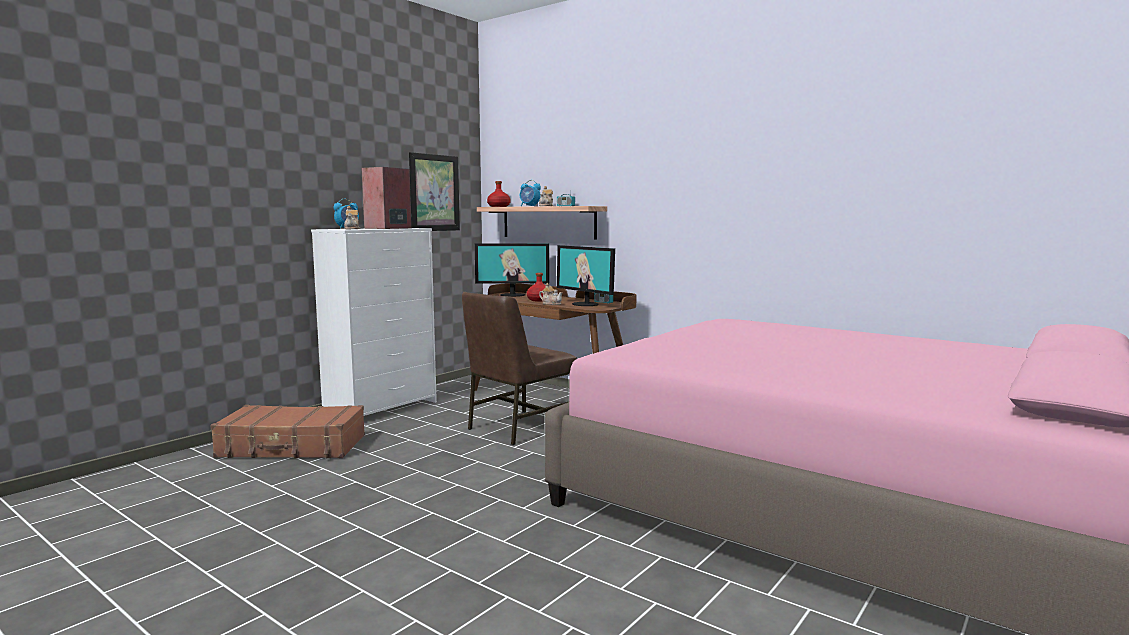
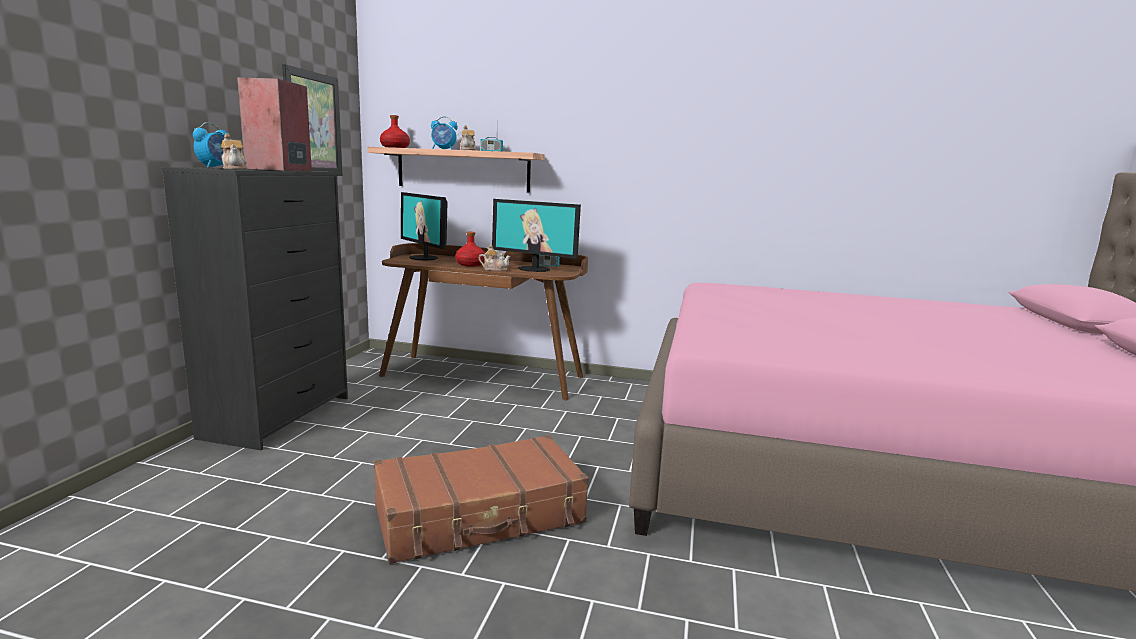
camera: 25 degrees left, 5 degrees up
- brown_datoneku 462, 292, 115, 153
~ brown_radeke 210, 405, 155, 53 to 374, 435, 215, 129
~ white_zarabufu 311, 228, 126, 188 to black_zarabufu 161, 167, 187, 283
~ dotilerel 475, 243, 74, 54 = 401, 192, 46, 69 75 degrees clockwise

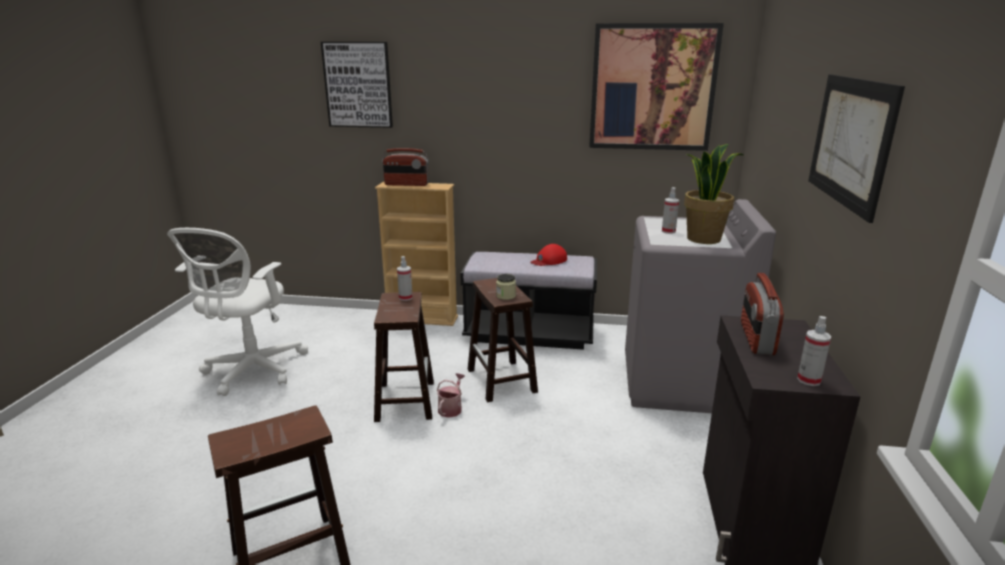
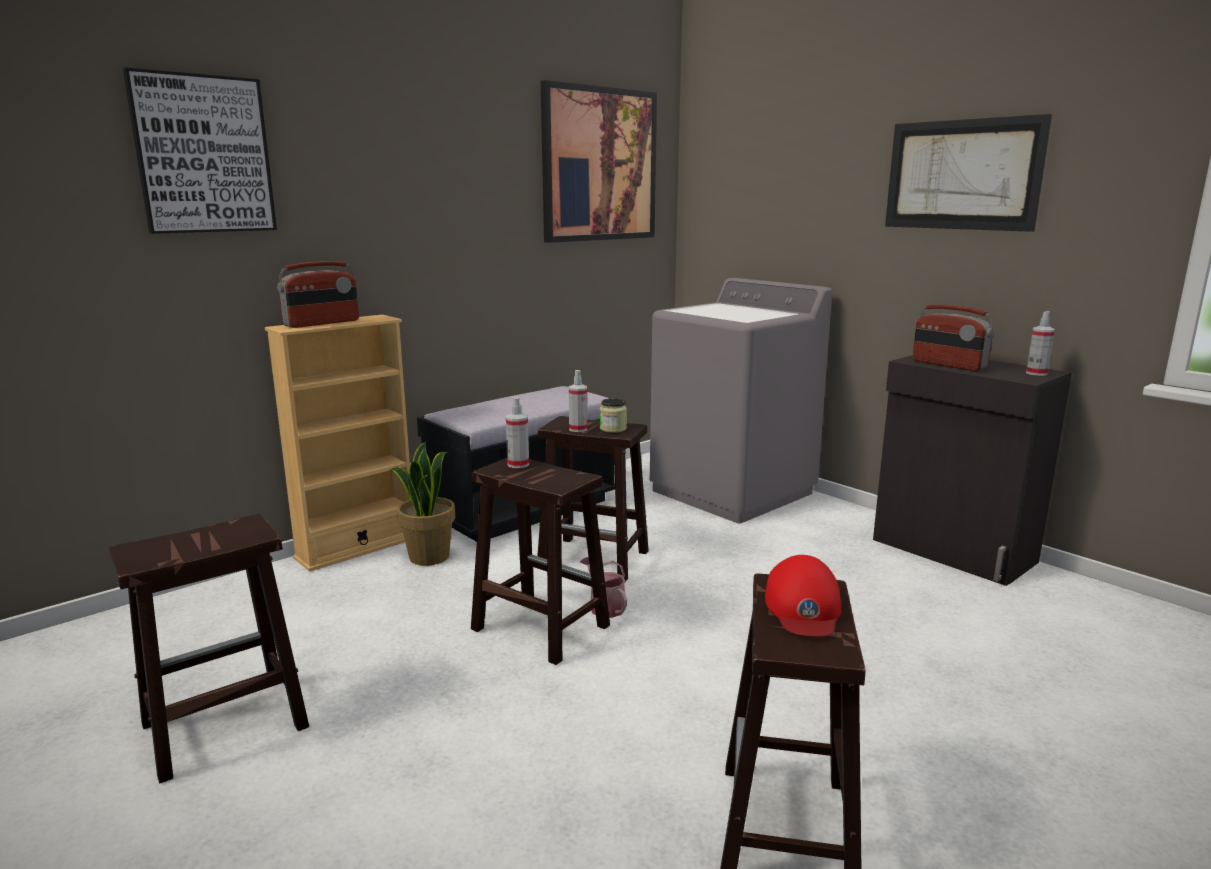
camera: 50 degrees left, 5 degrees down
~ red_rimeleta 530, 244, 37, 22 to 765, 555, 76, 82
~ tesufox 662, 187, 17, 47 to 569, 370, 18, 62
~ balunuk 684, 144, 59, 100 to 389, 442, 66, 124
~ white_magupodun 167, 228, 141, 168 to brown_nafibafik 108, 514, 201, 269

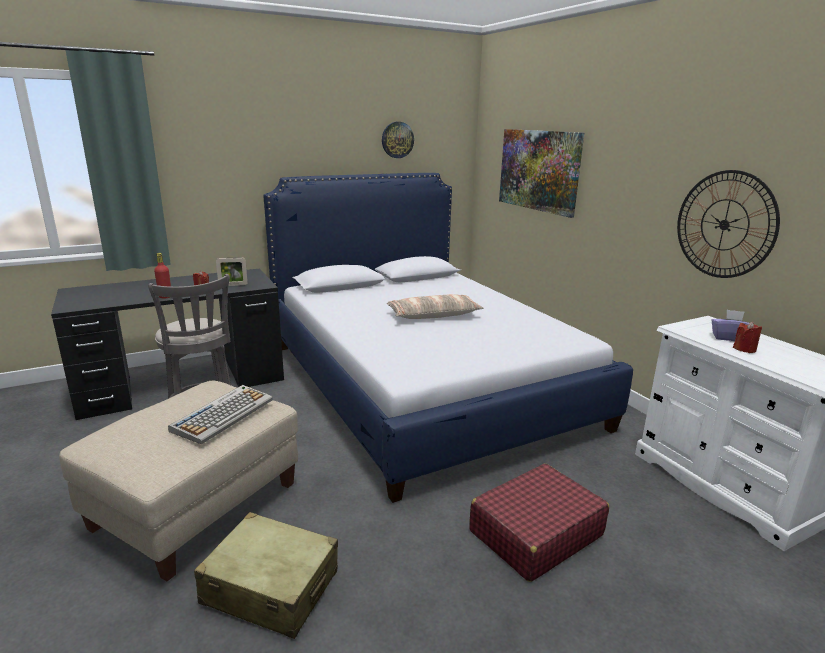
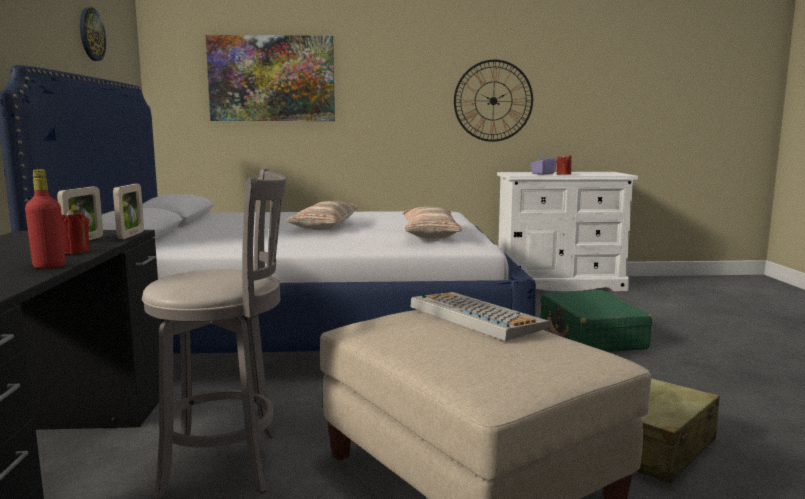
camera: 65 degrees left, 10 degrees down
+ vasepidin 113, 184, 31, 55
+ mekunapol 403, 207, 59, 32
~ red_radeke 469, 464, 140, 118 to green_radeke 540, 290, 112, 62

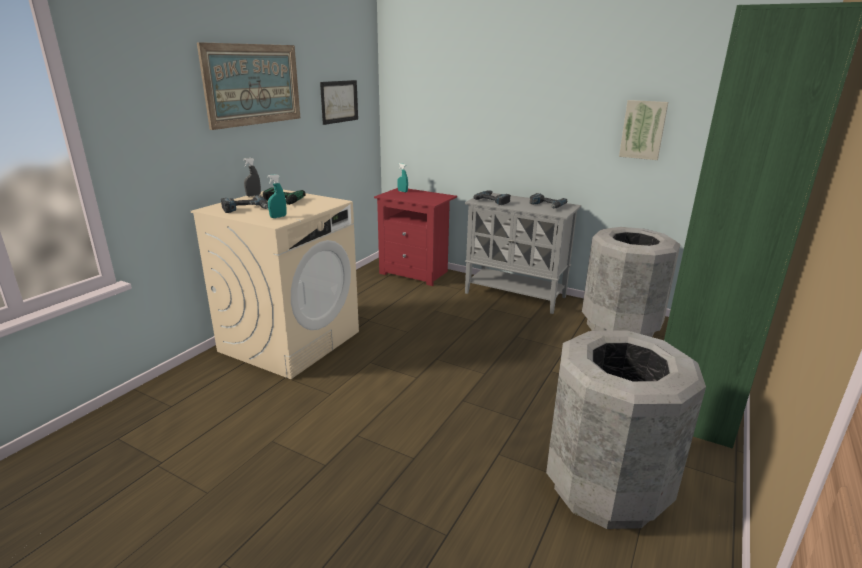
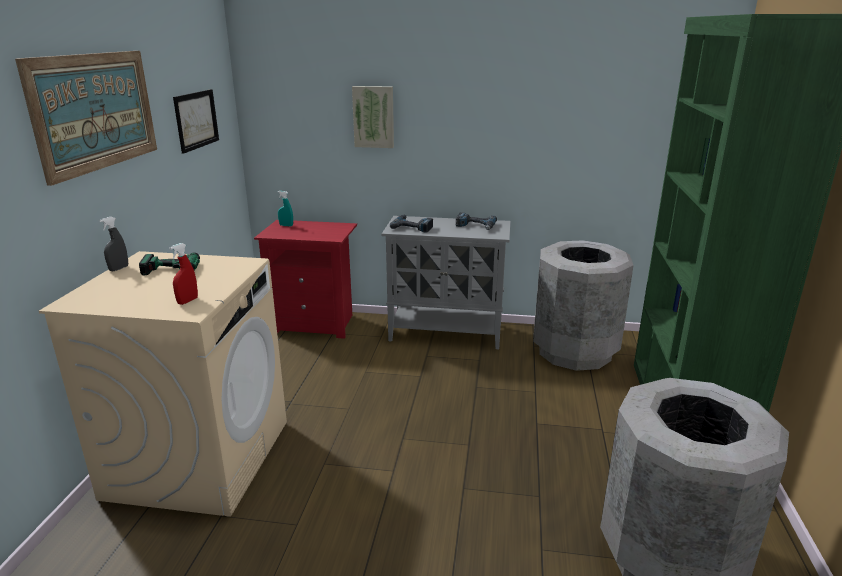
camera: 20 degrees left, 0 degrees up
- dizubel 221, 195, 47, 18
~ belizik 619, 100, 49, 60 to 352, 86, 42, 62
~ turquoise_tesufox 267, 174, 20, 44 to red_tesufox 169, 243, 29, 62

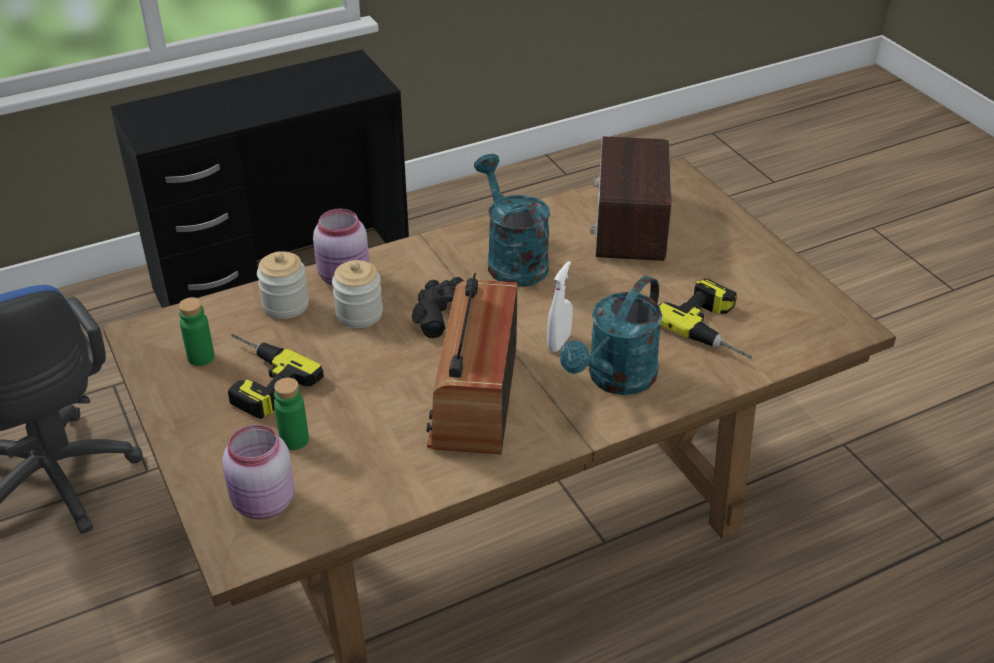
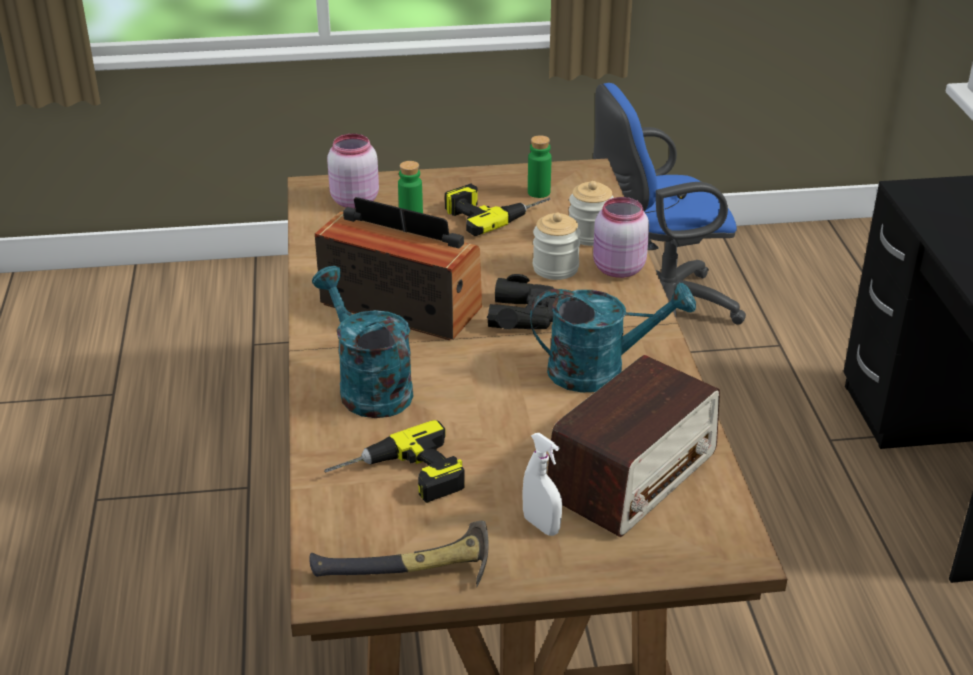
camera: 110 degrees right, 5 degrees down
+ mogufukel 309, 521, 180, 66
~ white_tesufox 547, 261, 26, 91 to 522, 433, 40, 103
~ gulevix 591, 136, 80, 125 = 547, 355, 173, 182 105 degrees clockwise

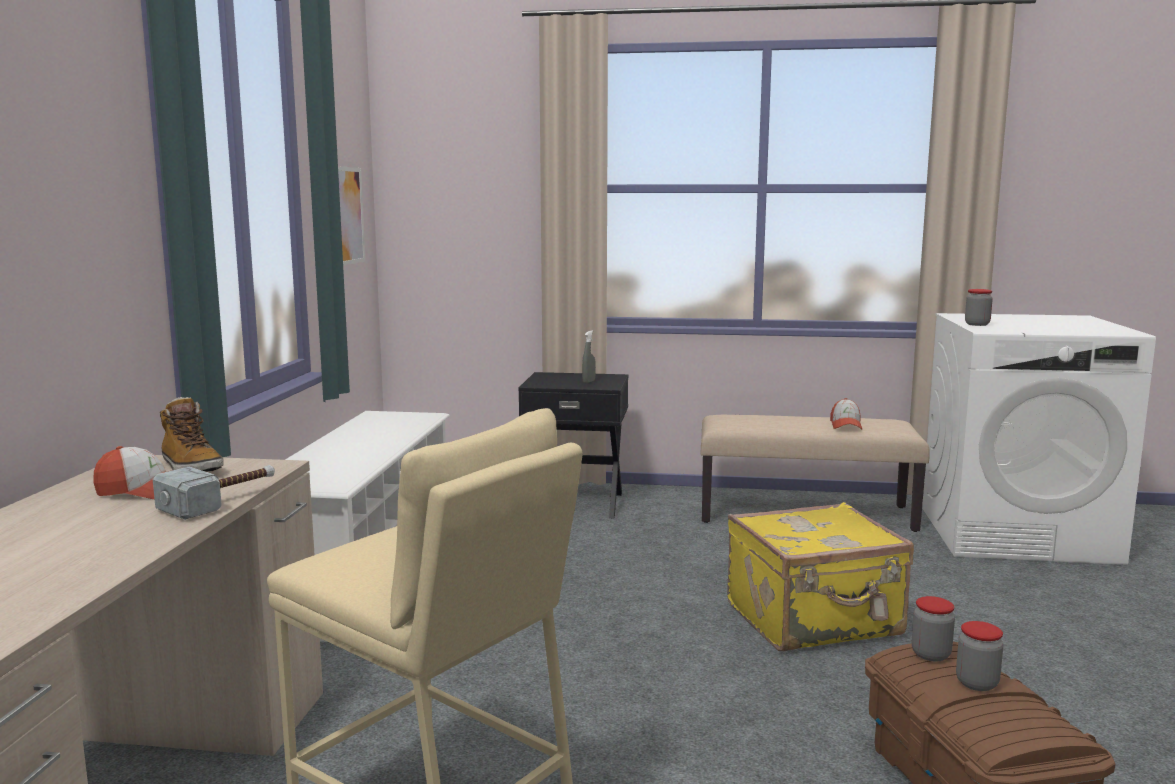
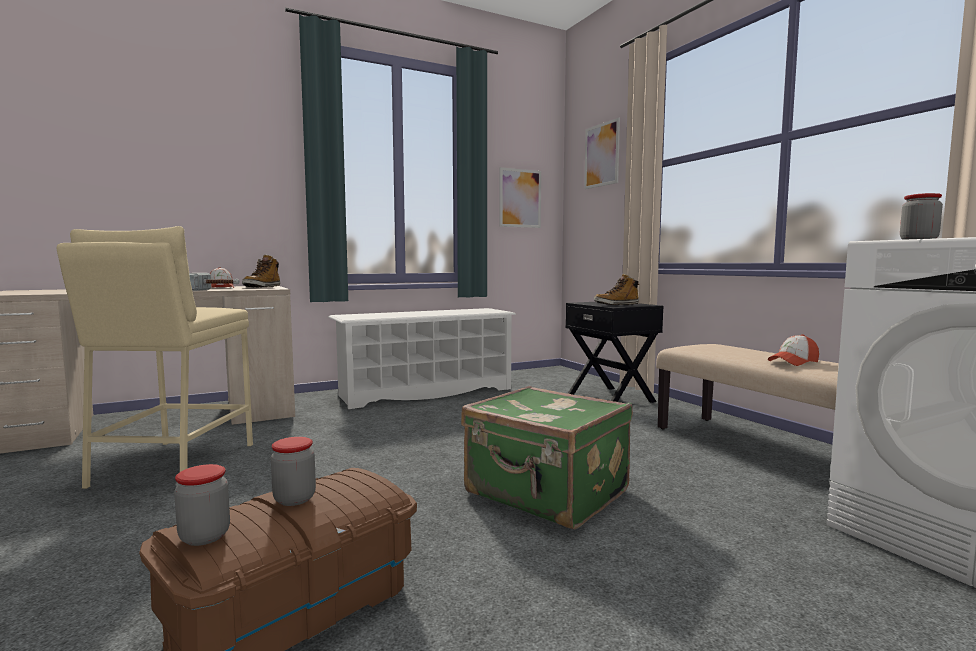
camera: 55 degrees right, 5 degrees down
+ belizik 584, 118, 36, 71
~ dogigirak 912, 596, 43, 66 to 174, 464, 56, 82
~ grey_tesufox 582, 330, 14, 53 to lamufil 594, 273, 45, 32
~ yellow_radeke 727, 502, 187, 149 to green_radeke 461, 386, 172, 143

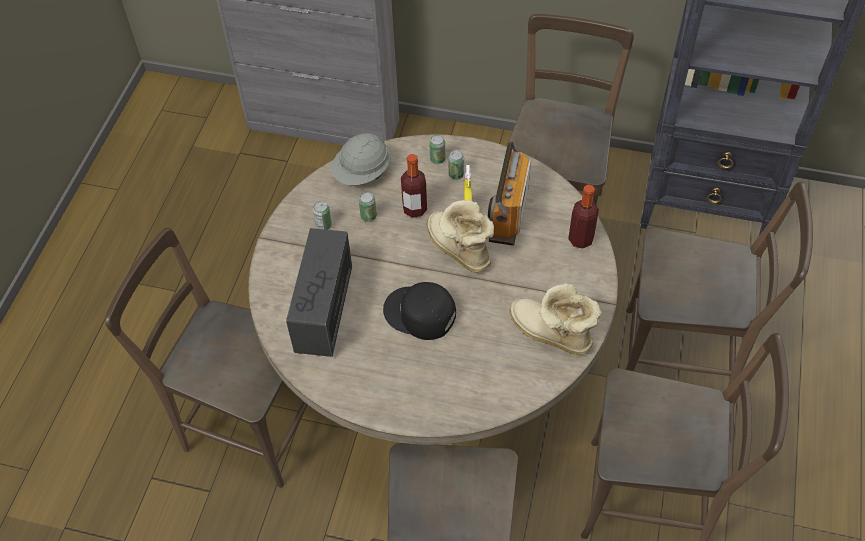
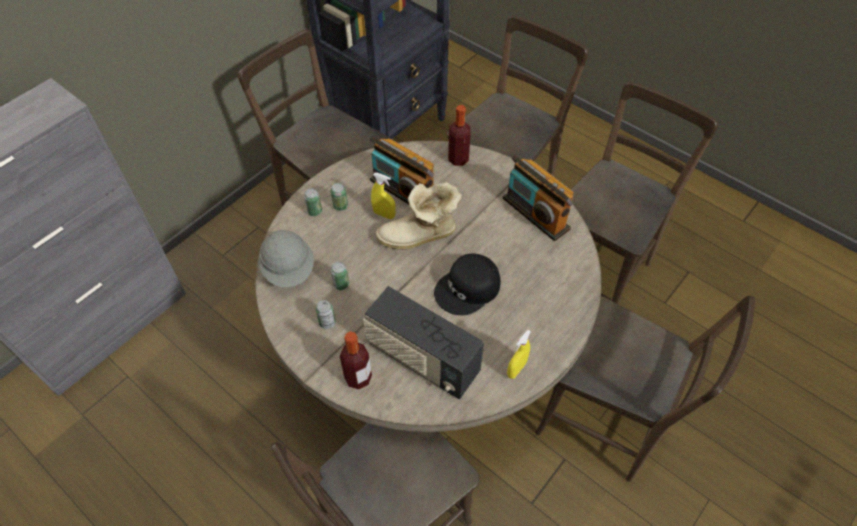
camera: 65 degrees left, 0 degrees up
+ yellow_tesufox 507, 330, 24, 49
~ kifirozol 401, 154, 26, 64 to 340, 331, 32, 58
~ lamufil 510, 283, 92, 72 to gulevix 503, 155, 71, 86

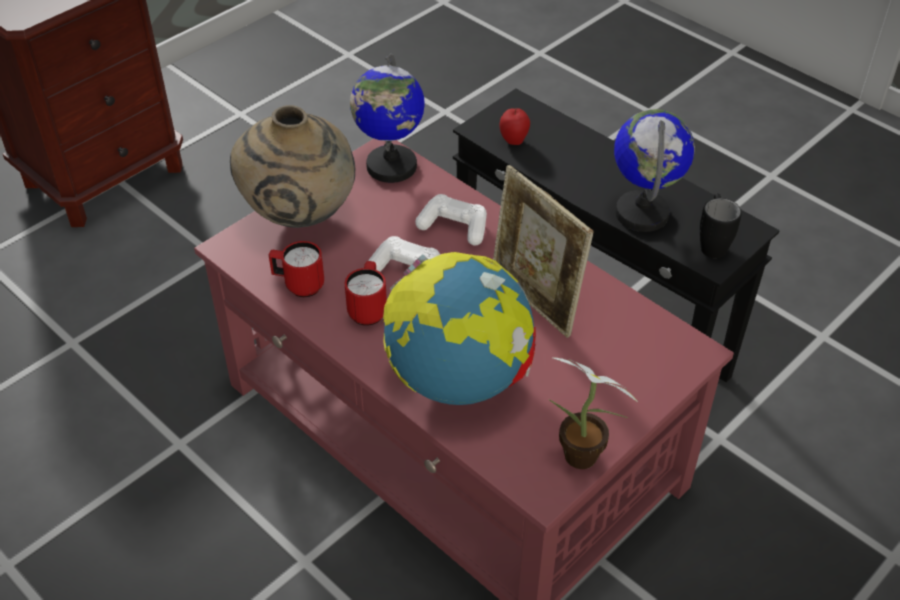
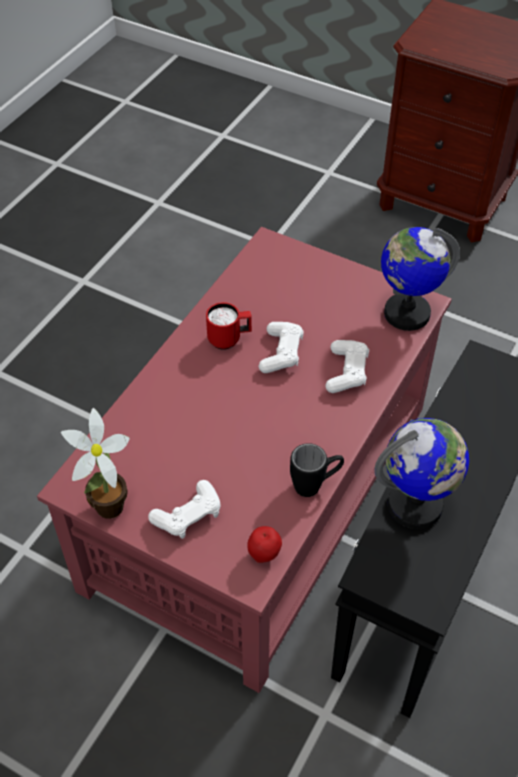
camera: 75 degrees right, 5 degrees up
- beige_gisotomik 230, 105, 125, 123
- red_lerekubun 269, 241, 55, 56
- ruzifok 383, 252, 153, 153
- vasepidin 493, 165, 101, 173
+ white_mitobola 148, 480, 73, 59
~ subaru 500, 108, 30, 37 to 247, 526, 35, 37
~ black_lerekubun 700, 193, 42, 65 to 290, 443, 54, 54

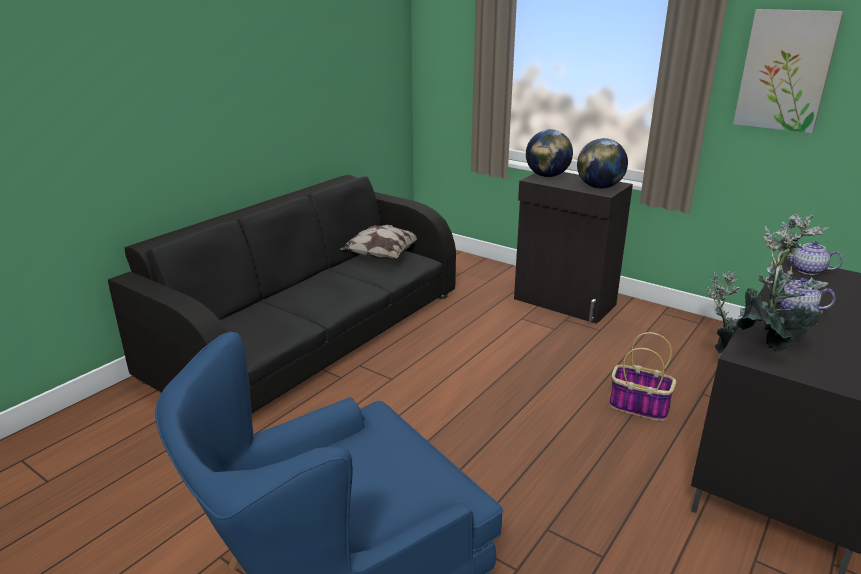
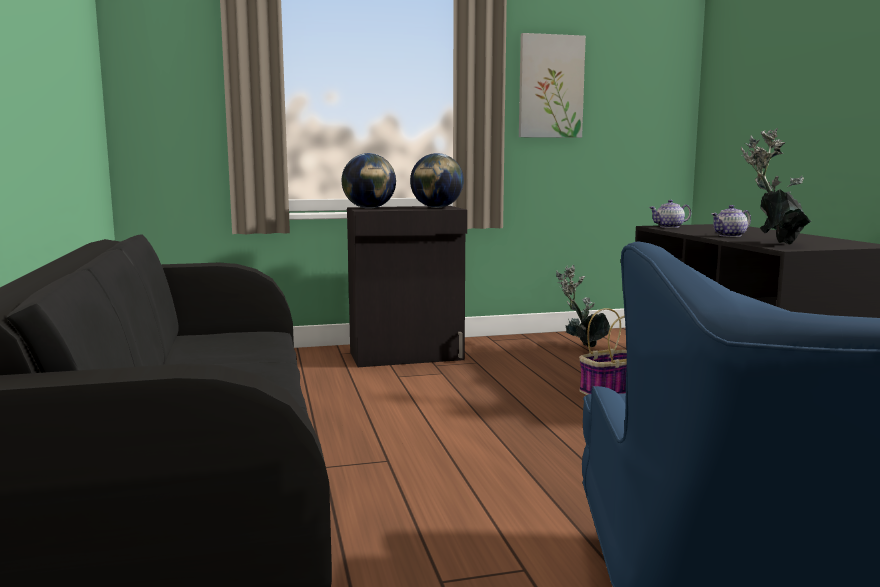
camera: 50 degrees left, 15 degrees down
- mekunapol 340, 225, 77, 34

